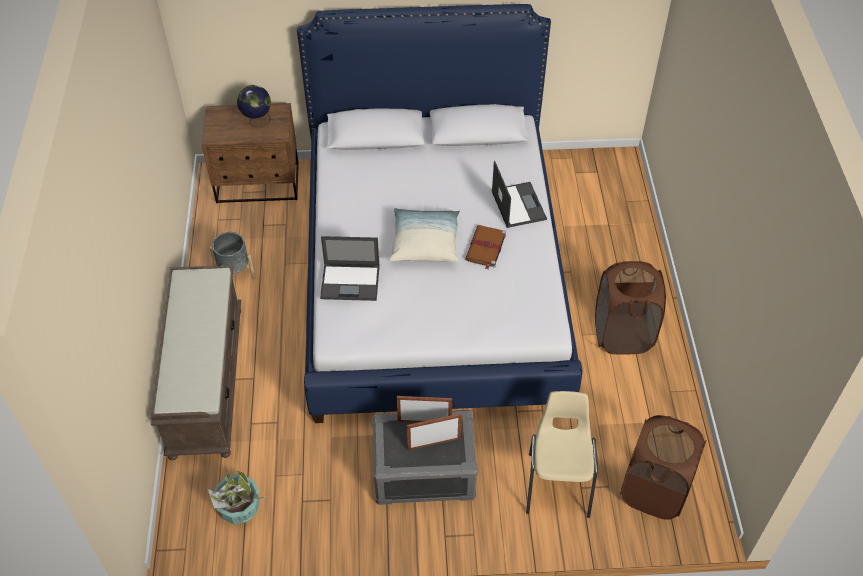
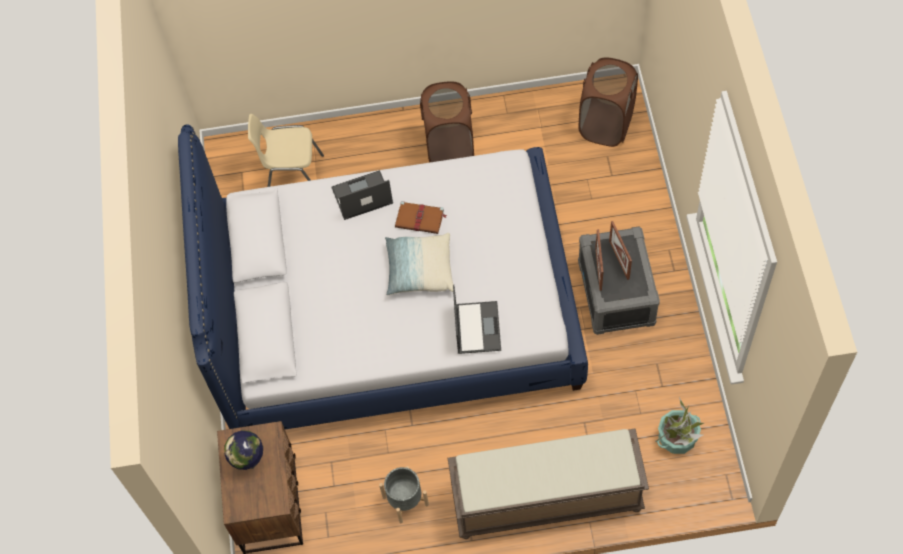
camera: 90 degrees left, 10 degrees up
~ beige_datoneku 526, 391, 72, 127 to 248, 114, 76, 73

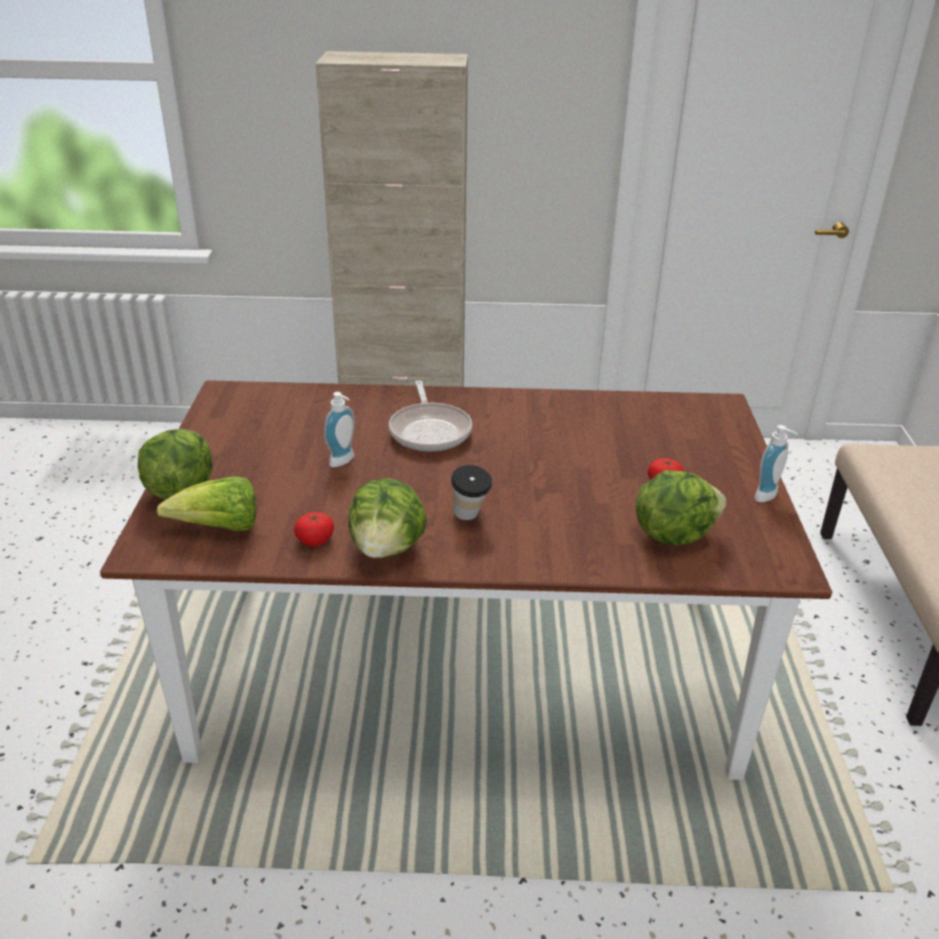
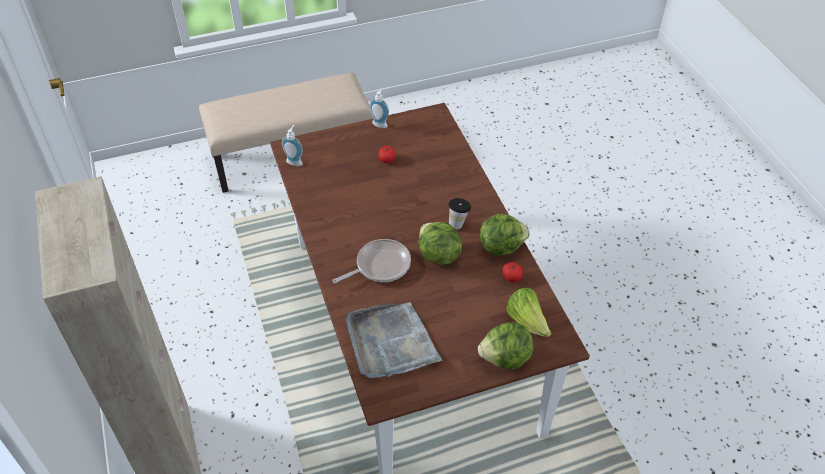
camera: 110 degrees left, 15 degrees up
+ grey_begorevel 346, 302, 96, 76
~ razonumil 324, 392, 31, 75 to 282, 125, 21, 41
~ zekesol 636, 470, 90, 75 to 419, 222, 43, 43

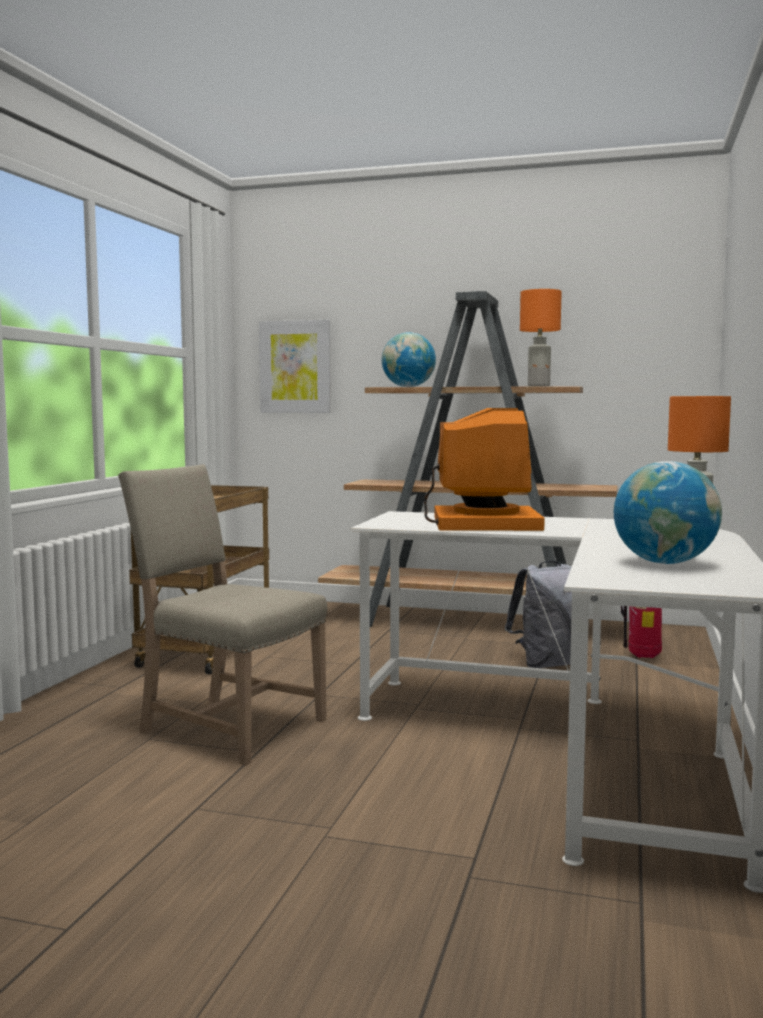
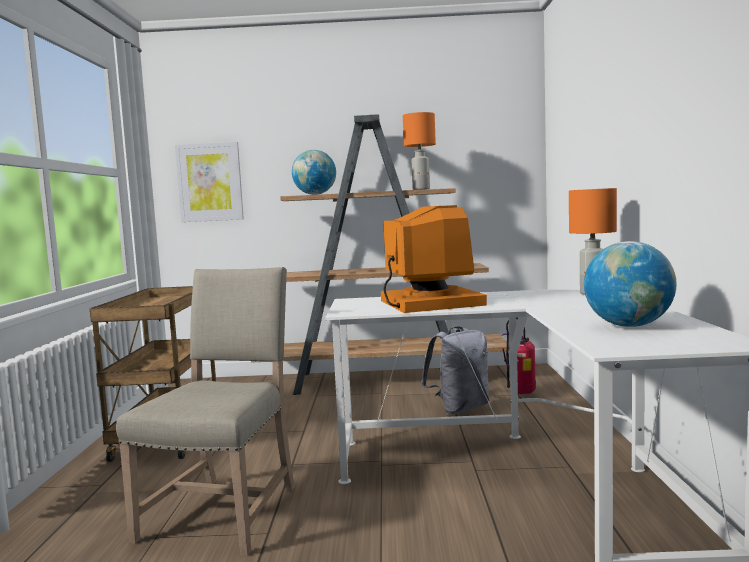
camera: 15 degrees left, 0 degrees up
~ beige_datoneku 118, 464, 209, 302 = 116, 267, 179, 289 90 degrees clockwise

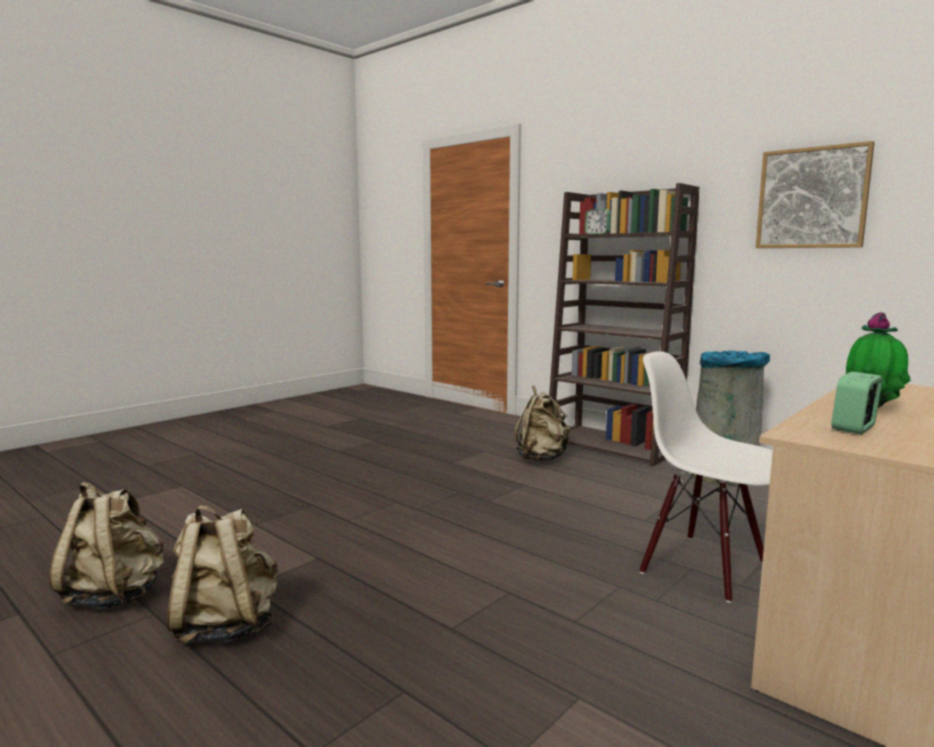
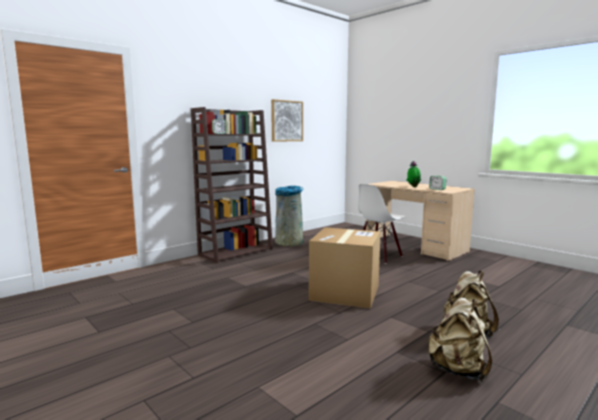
camera: 85 degrees left, 0 degrees up
- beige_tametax 515, 386, 55, 75
+ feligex 309, 227, 72, 82

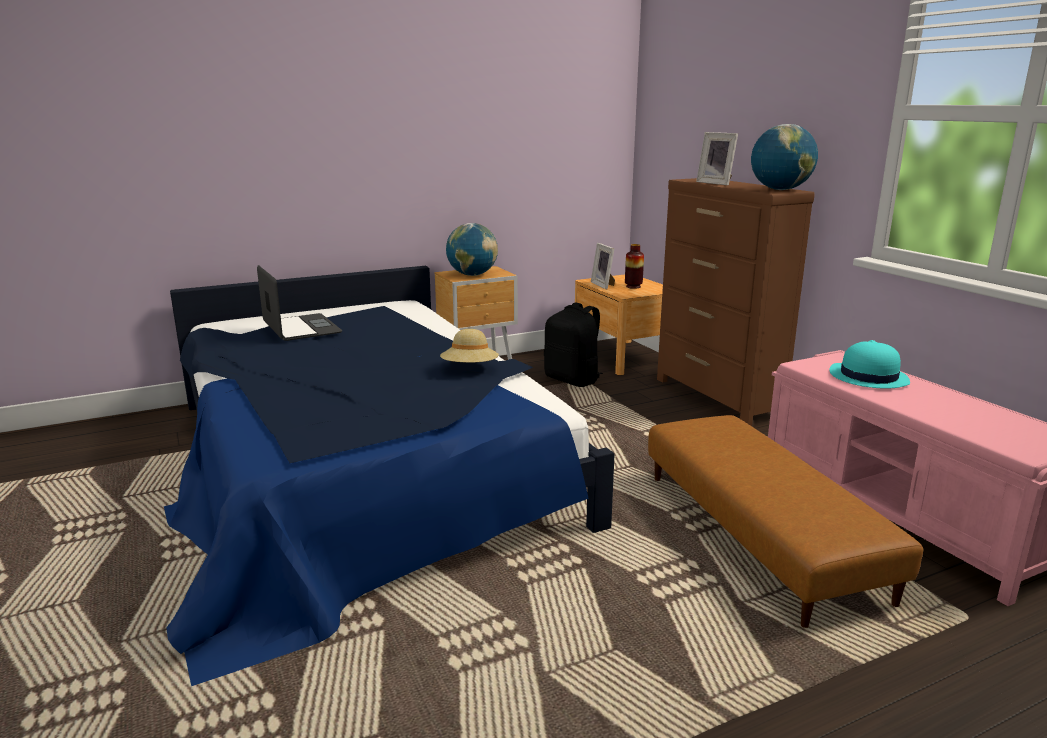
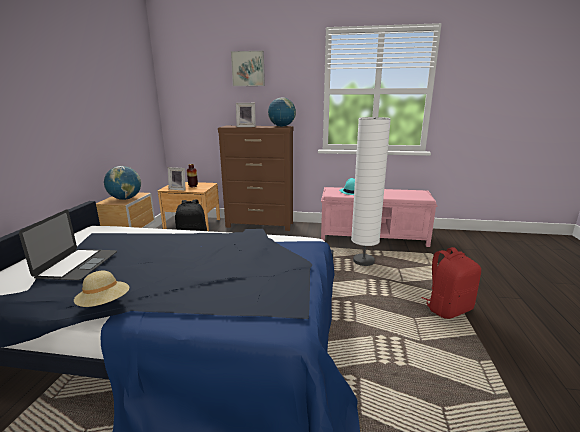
camera: 55 degrees left, 0 degrees up
+ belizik 231, 51, 34, 35
+ red_tametax 421, 247, 60, 72
~ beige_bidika 440, 329, 59, 34 to 74, 271, 55, 36
~ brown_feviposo 648, 415, 275, 213 to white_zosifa 351, 117, 40, 149
~ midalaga 257, 265, 85, 76 = 19, 210, 98, 70 90 degrees clockwise

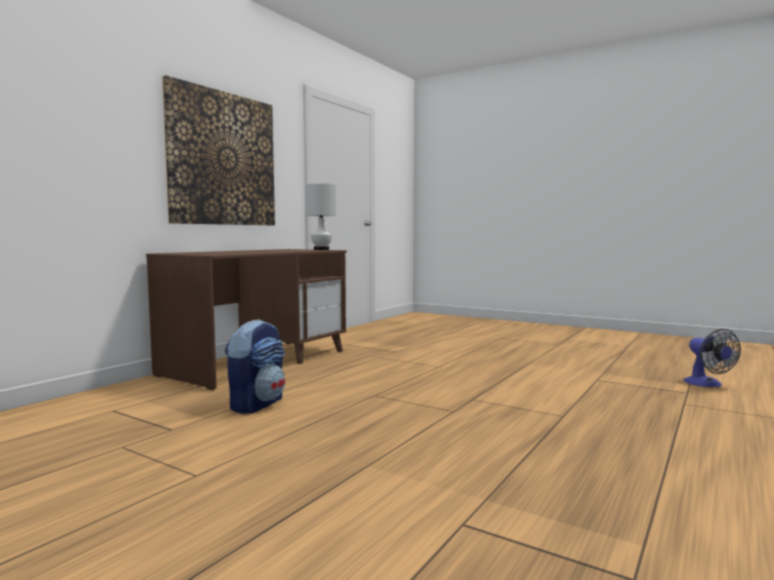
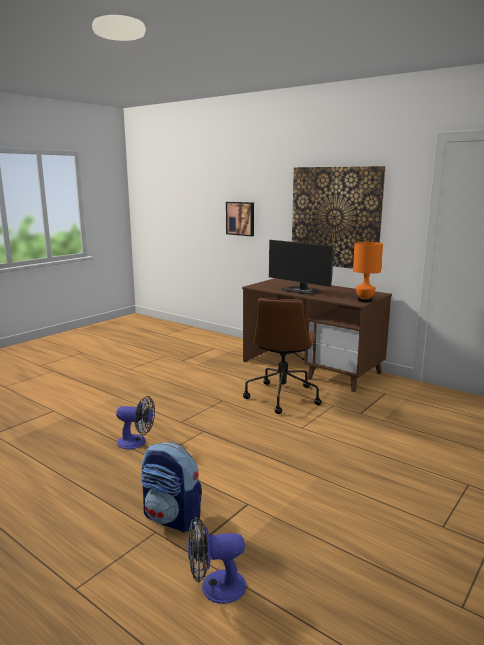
camera: 95 degrees right, 10 degrees up
+ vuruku 116, 396, 39, 53
+ belizik 226, 202, 28, 34
+ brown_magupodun 243, 298, 79, 116
+ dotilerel 269, 240, 64, 55
~ tametax 225, 319, 60, 95 to 141, 442, 61, 90
~ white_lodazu 305, 183, 31, 67 to orange_lodazu 353, 242, 30, 61

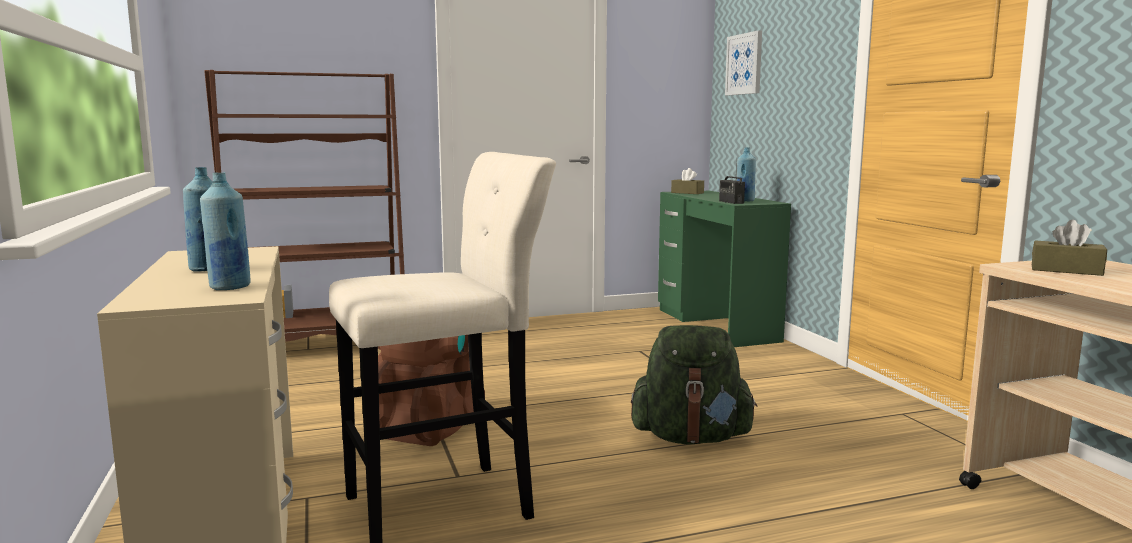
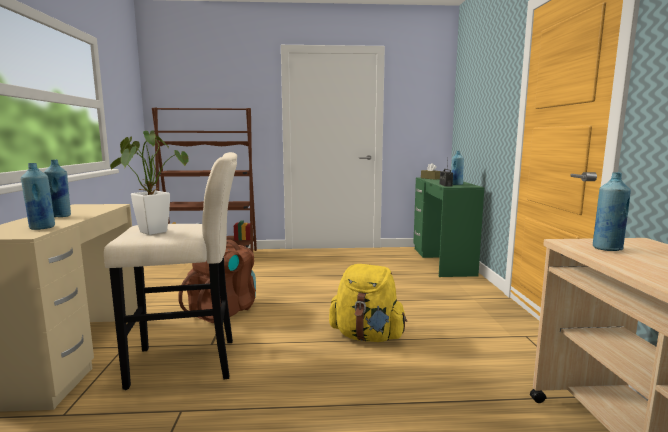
camera: 15 degrees right, 0 degrees up
- belizik 725, 30, 37, 65
+ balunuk 110, 130, 79, 105
~ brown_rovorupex 1032, 220, 75, 56 to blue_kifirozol 593, 173, 38, 78
~ green_tametax 631, 325, 127, 119 to yellow_tametax 329, 264, 78, 78

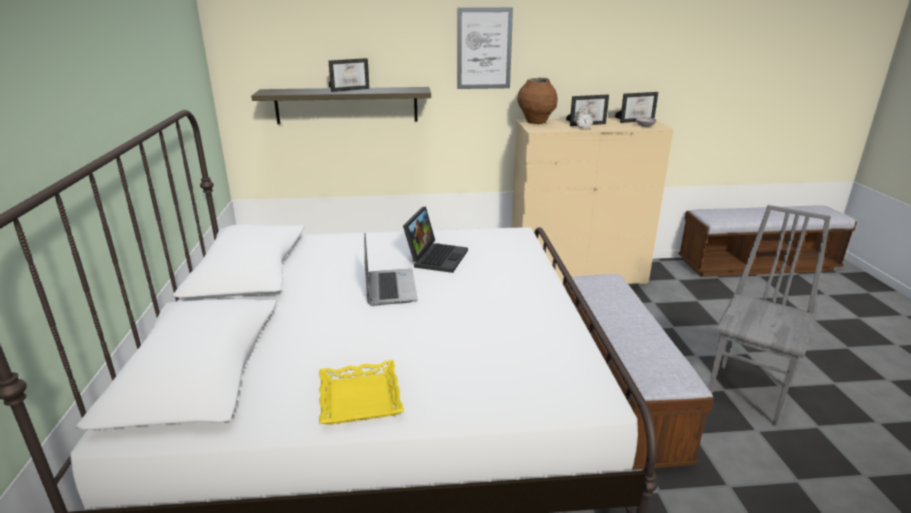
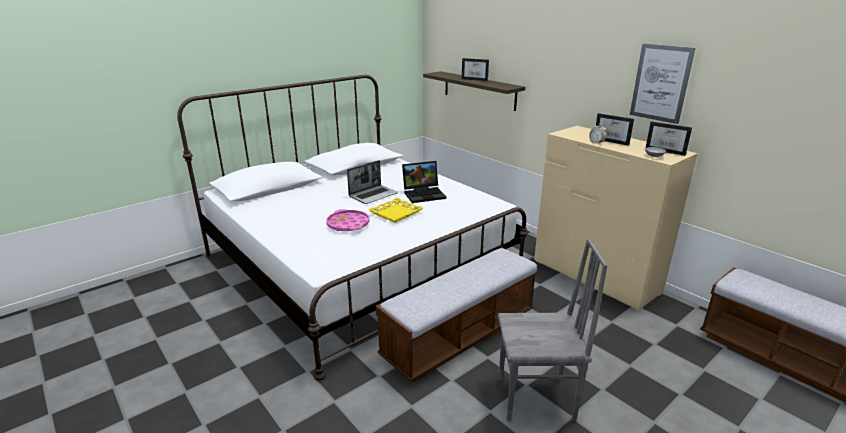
camera: 55 degrees right, 0 degrees up
- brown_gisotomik 517, 78, 41, 46
+ pink_begorevel 326, 209, 44, 22
~ yellow_begorevel 319, 360, 85, 65 to 368, 198, 55, 25
~ belizik 457, 7, 56, 82 to 630, 43, 65, 81

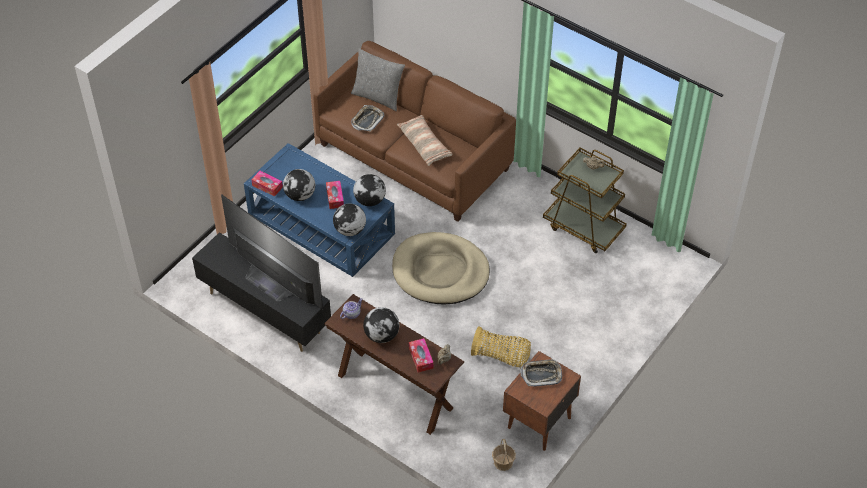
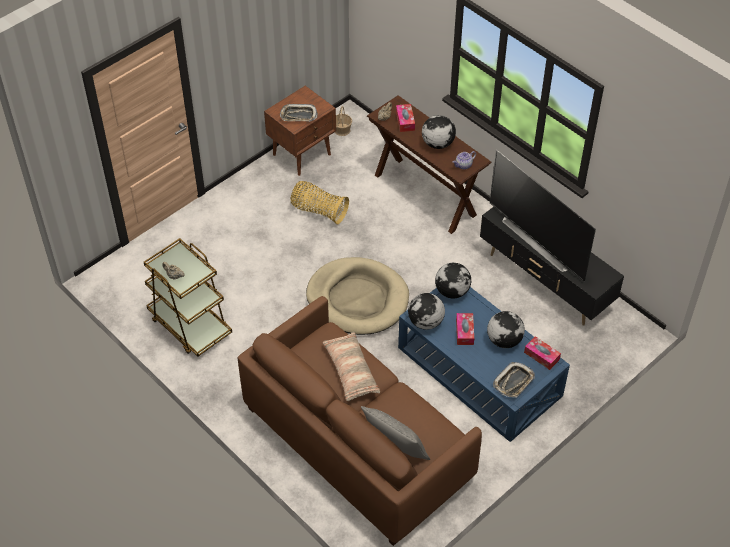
camera: 170 degrees left, 0 degrees up
~ begorevel 351, 105, 33, 27 to 493, 362, 42, 35

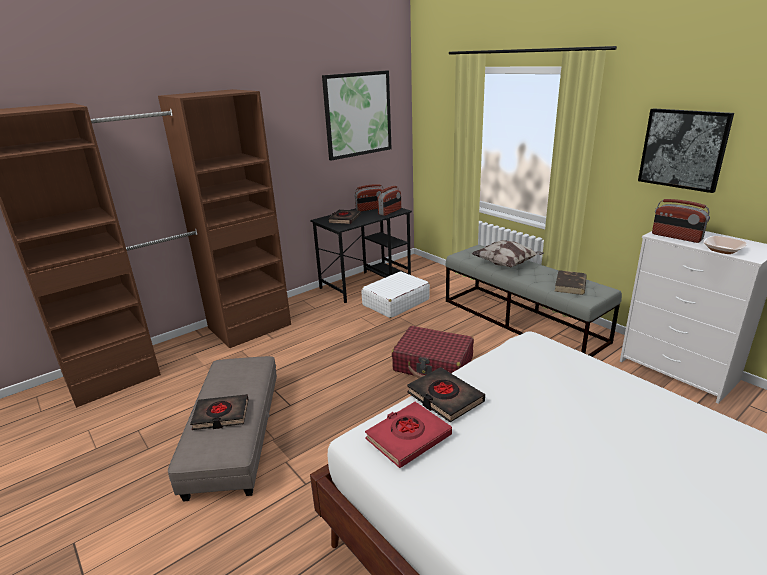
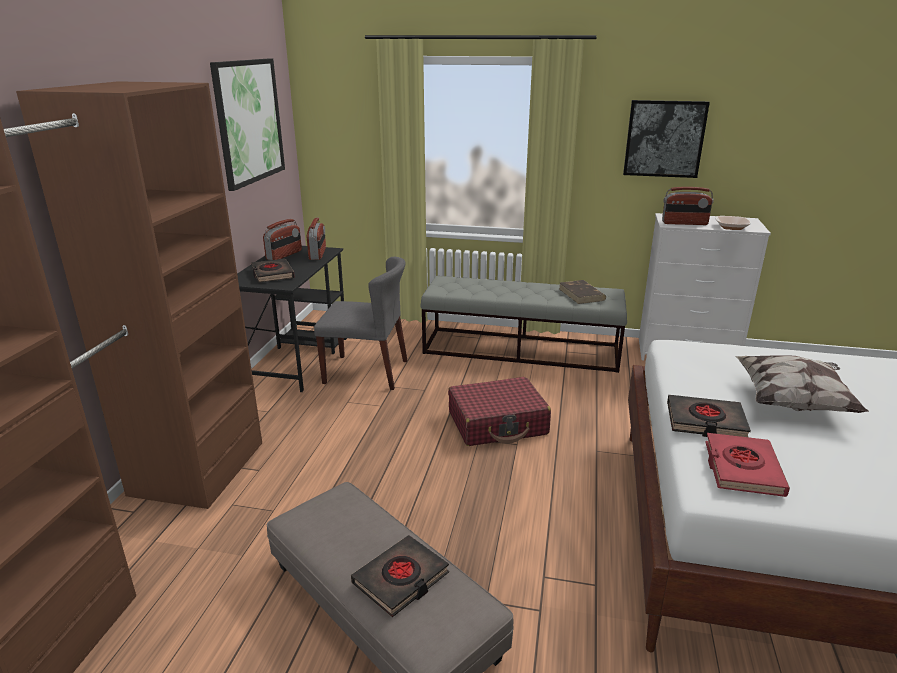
camera: 40 degrees left, 0 degrees up
~ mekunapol 471, 240, 73, 27 to 735, 355, 134, 58
~ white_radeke 362, 271, 68, 47 to grey_datoneku 314, 256, 93, 134

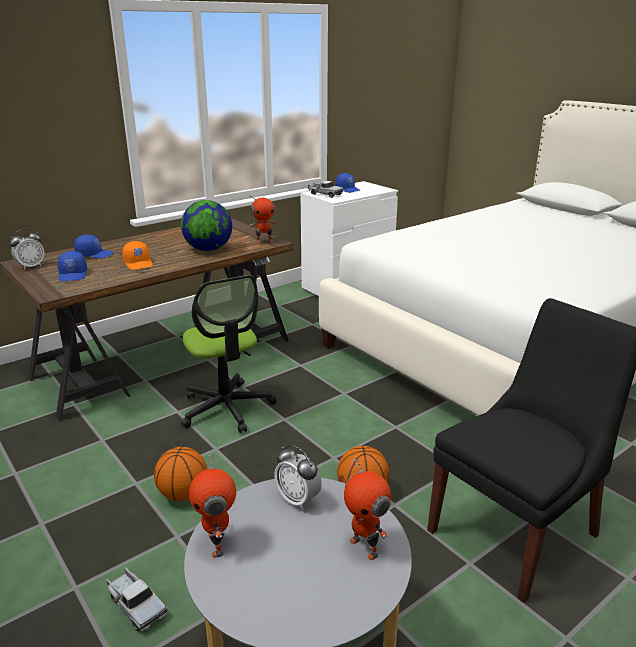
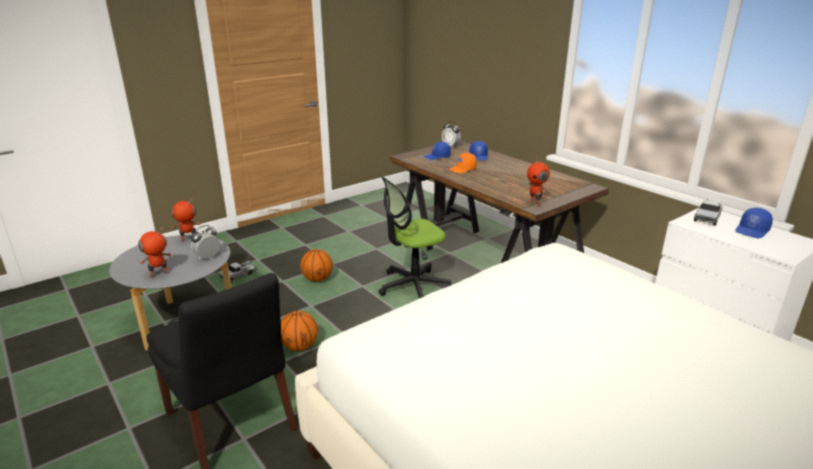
camera: 90 degrees right, 0 degrees up
- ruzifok 181, 200, 51, 51

